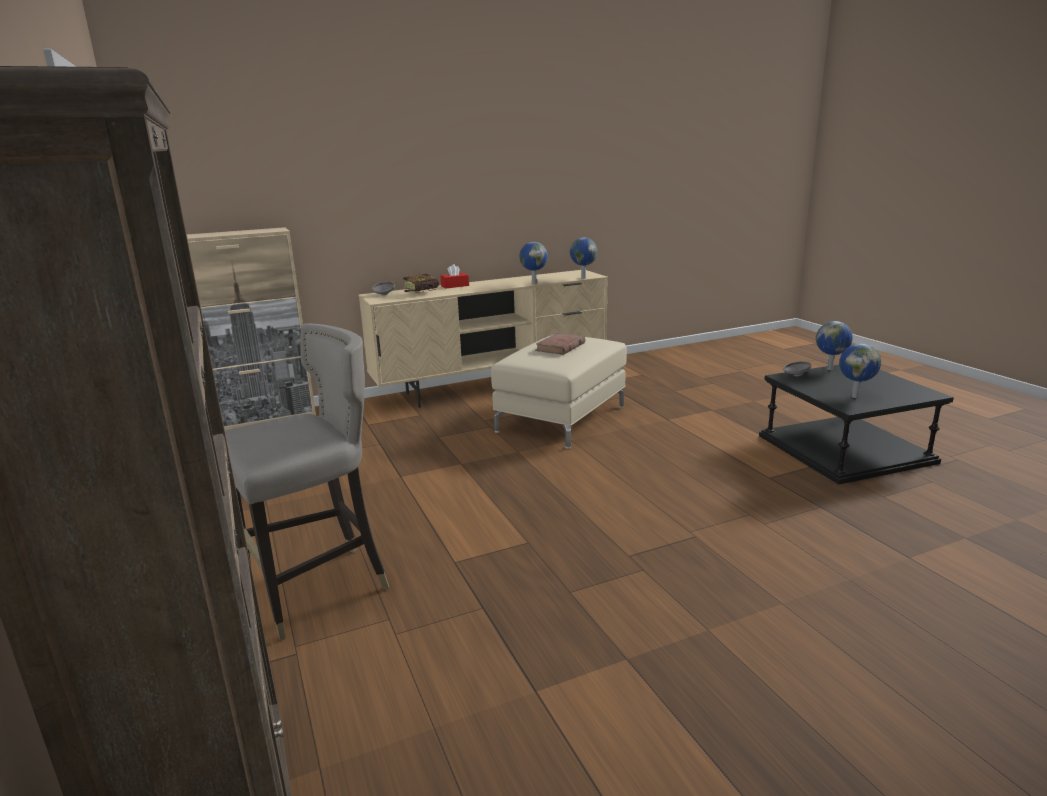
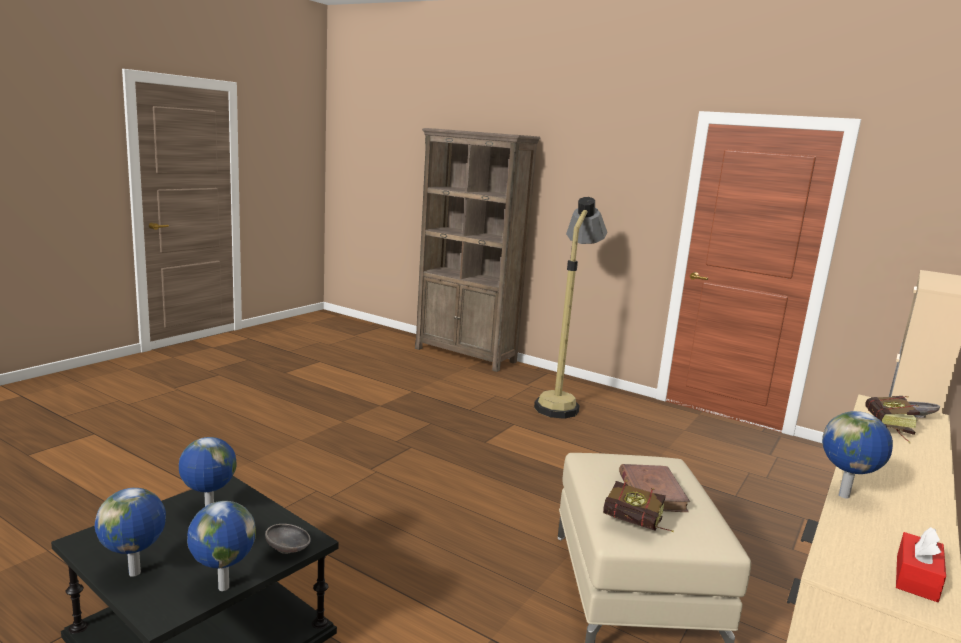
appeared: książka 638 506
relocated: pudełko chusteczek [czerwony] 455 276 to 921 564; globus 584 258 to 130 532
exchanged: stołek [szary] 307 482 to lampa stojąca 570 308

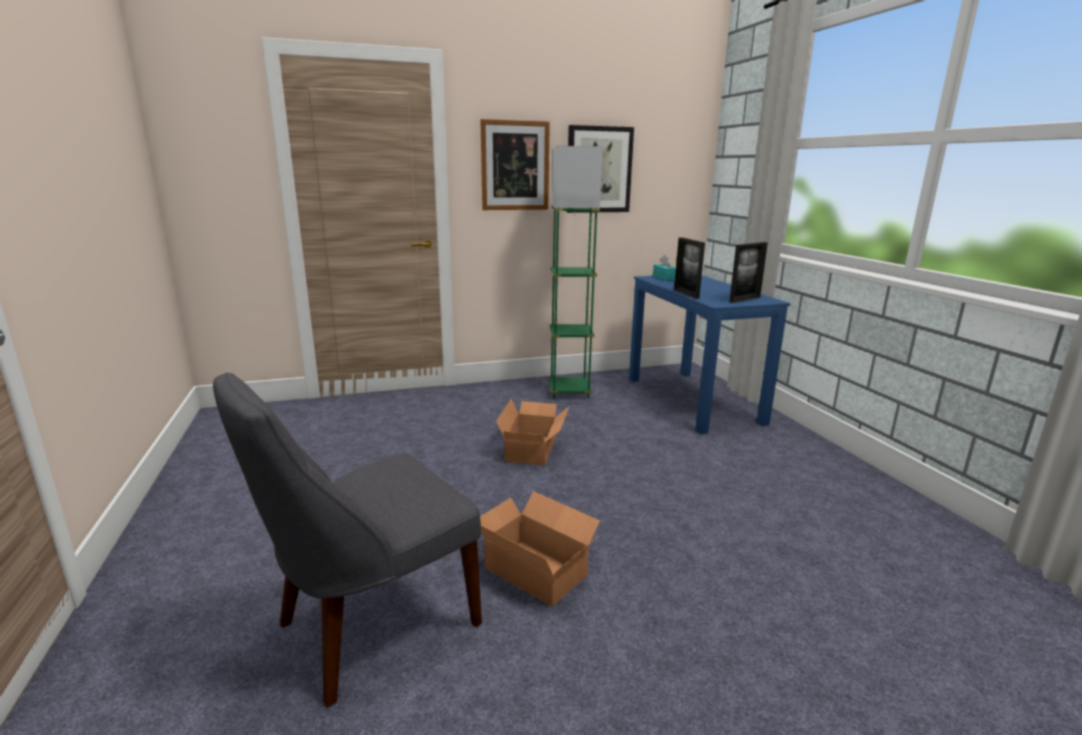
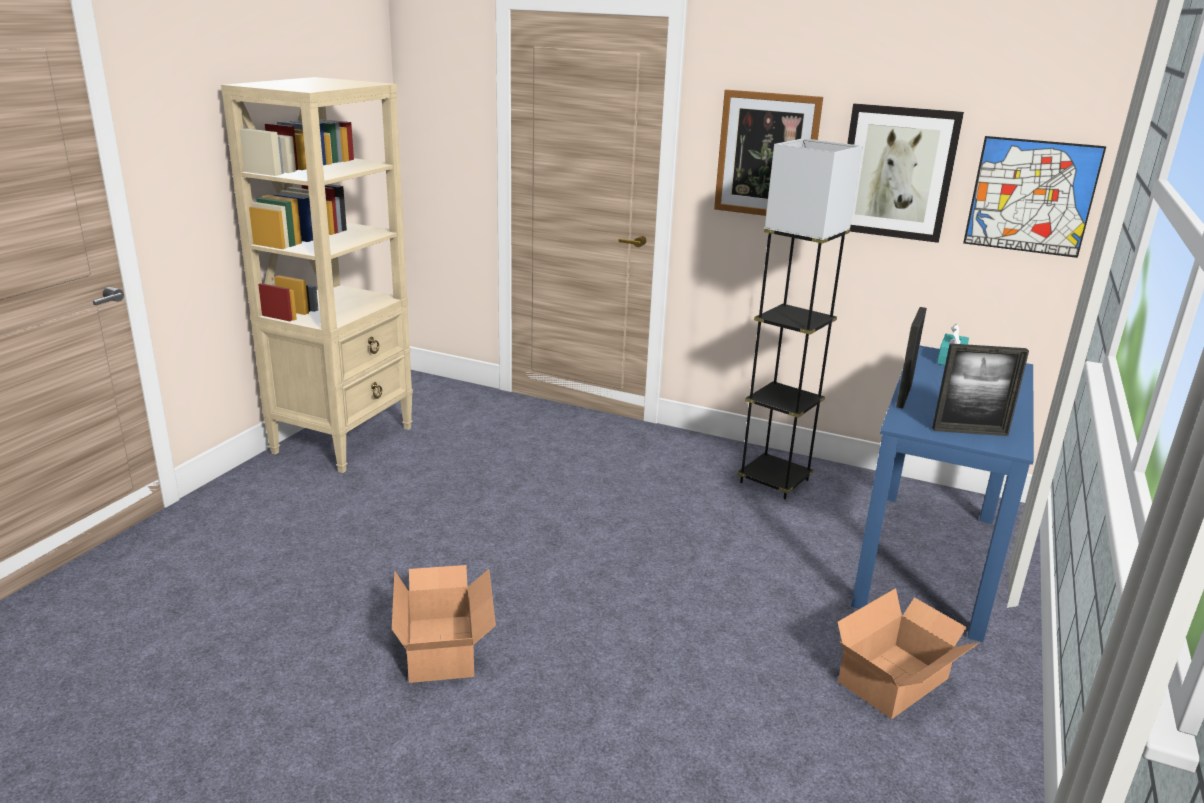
missing: krzesło [szary] 347 539
appeared: regał [beżowy] 317 275; obraz 1034 197
relocated: karton 532 432 to 908 653
colour: lampa stojąca [zielony] 576 272 to lampa stojąca [szary] 799 318

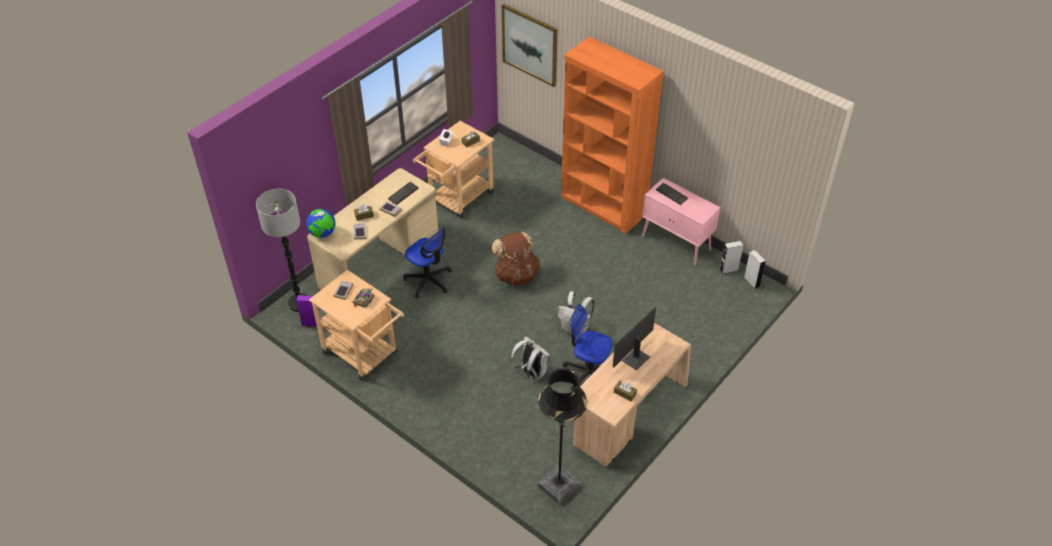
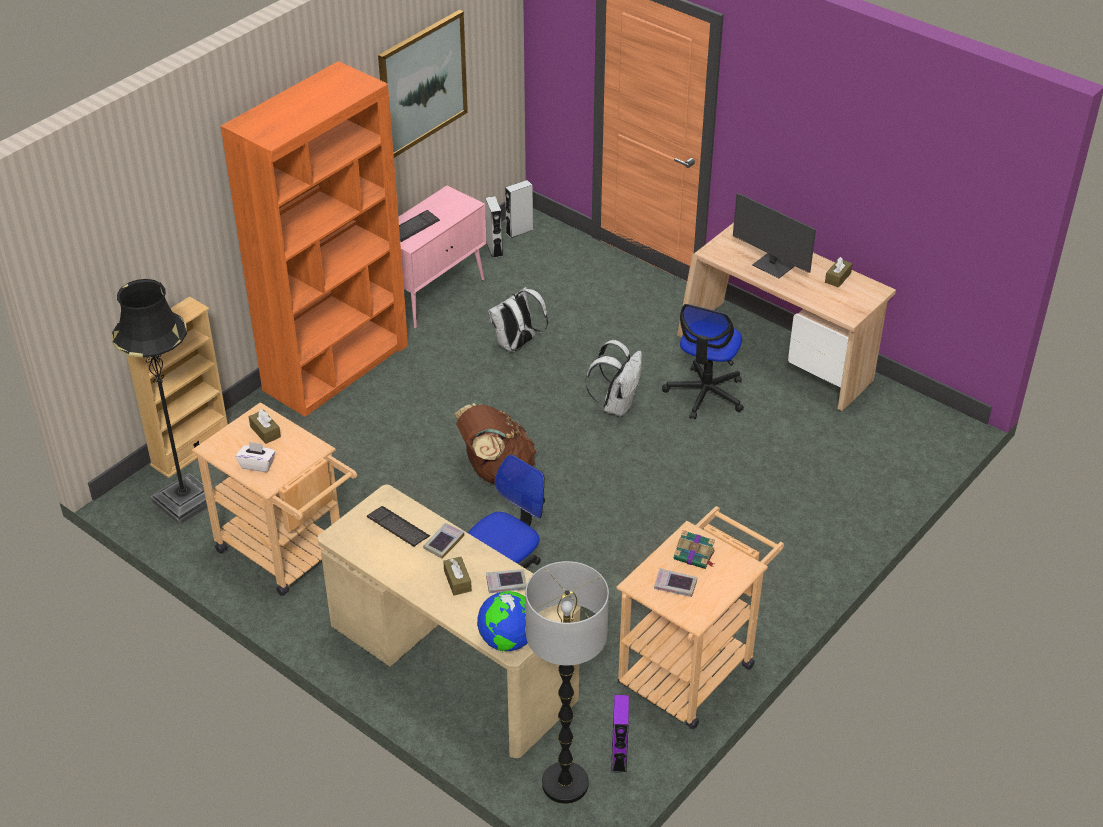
appeared: regał [beżowy] 177 387
relocated: obraz 529 45 to 423 84; plecak [biały] 531 358 to 518 319; lampa stojąca [czarny] 562 436 to 164 402

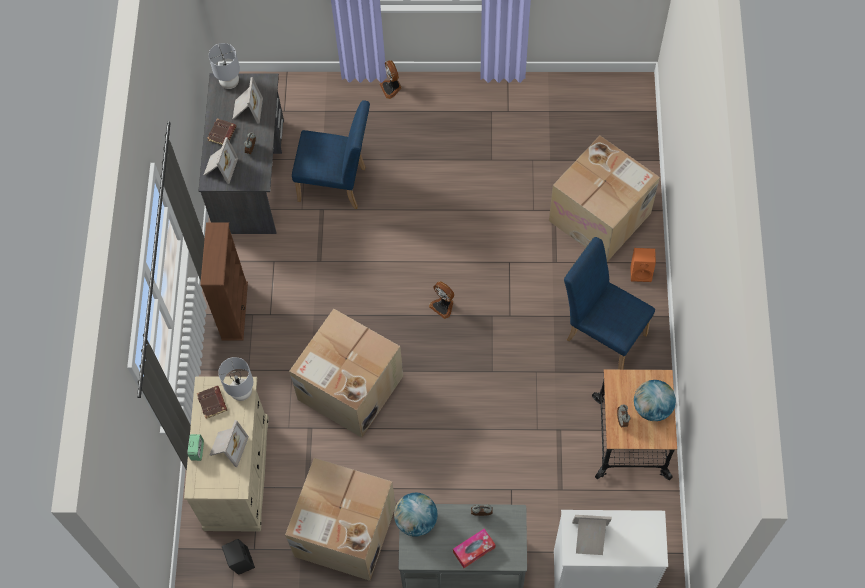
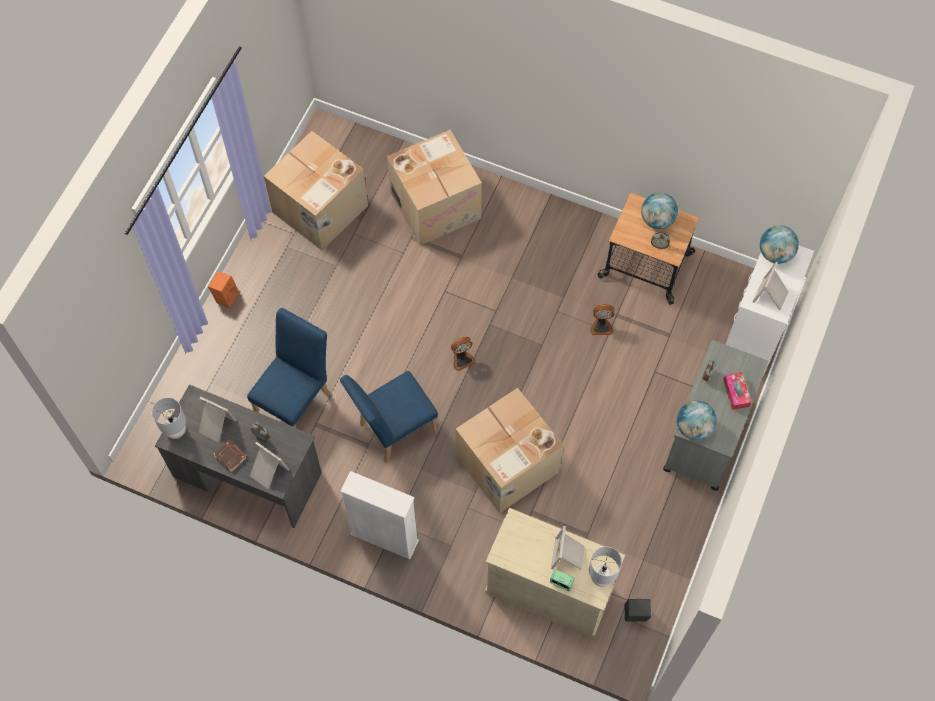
missing: książka [brązowy] 212 402
appeared: globus 779 244
relocated: lampa stołowa [szary] 235 379 to 605 566; karton 340 519 to 316 190; wentylator 391 79 to 602 319; krzesło [niebieski] 609 303 to 389 417; głośnik [pomarańczowy] 643 265 to 223 290
colour: regał [brązowy] 224 282 to regał [biały] 379 515
spun: ramka na zdjęcie 229 443 = 568 548 120 degrees counterclockwise

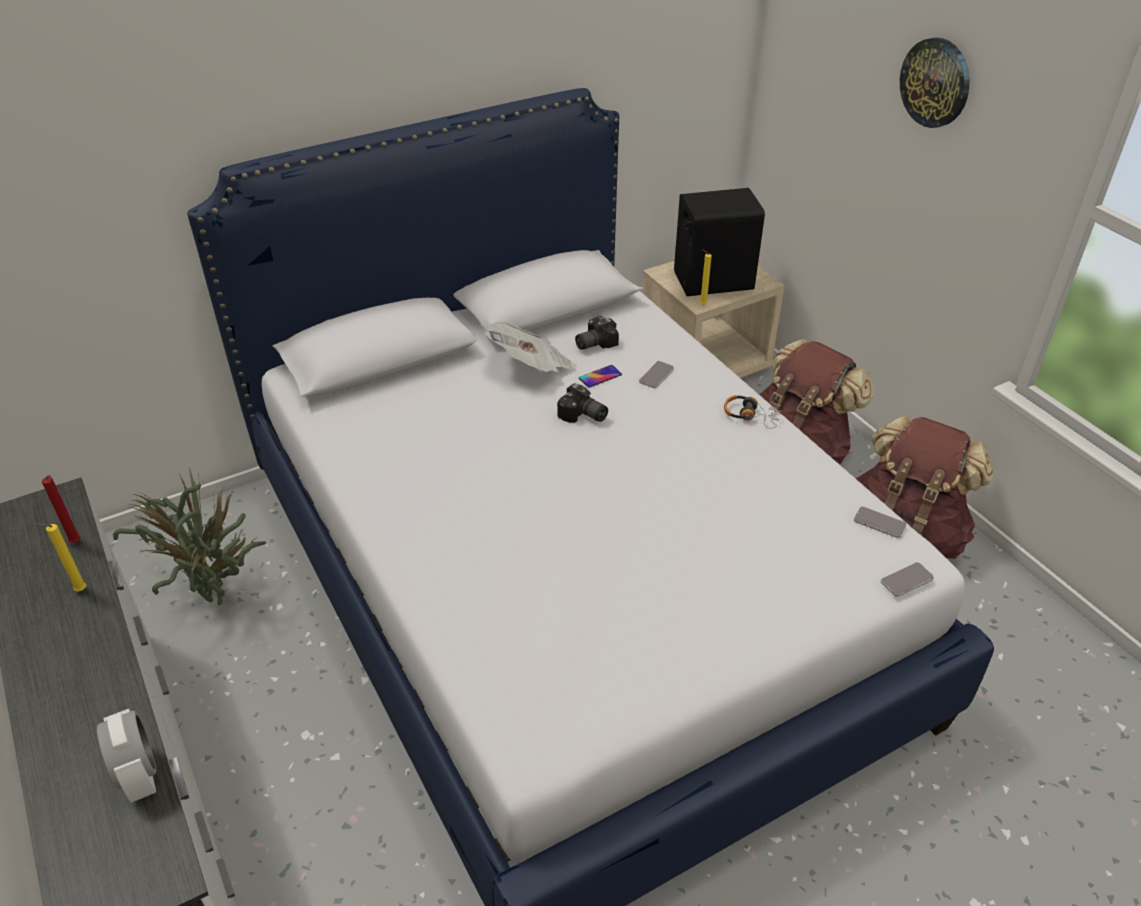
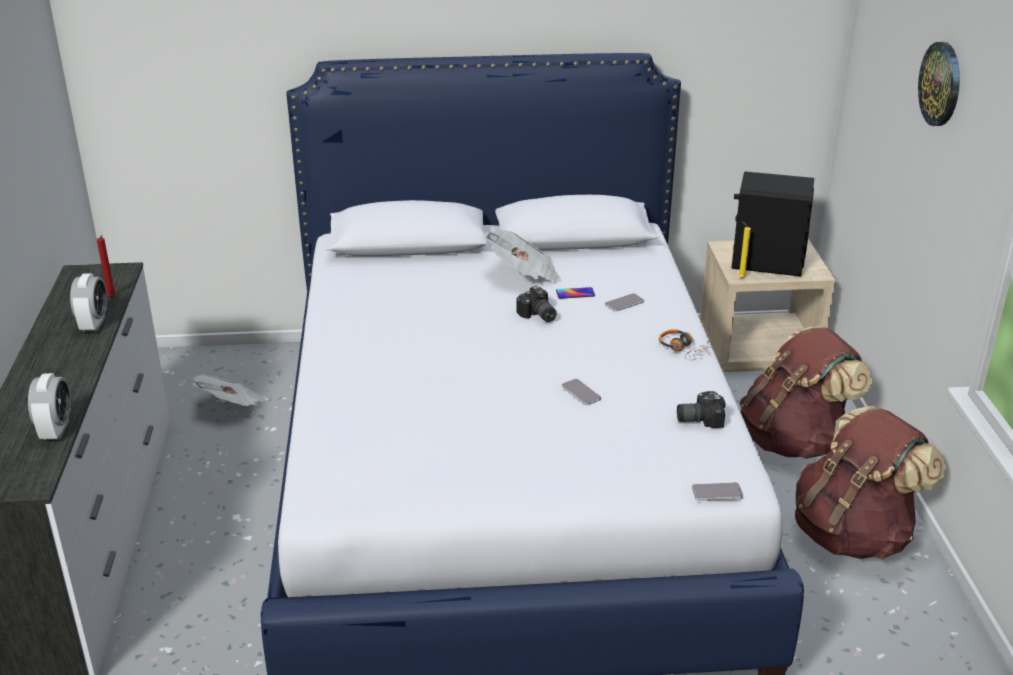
relocated: aparat fotograficzny 597 333 to 701 409; telefon 880 522 to 581 392
exchanged: świeca [żółty] 61 557 to budzik 88 302; roślina doniczkowa 189 536 to gazeta 231 390

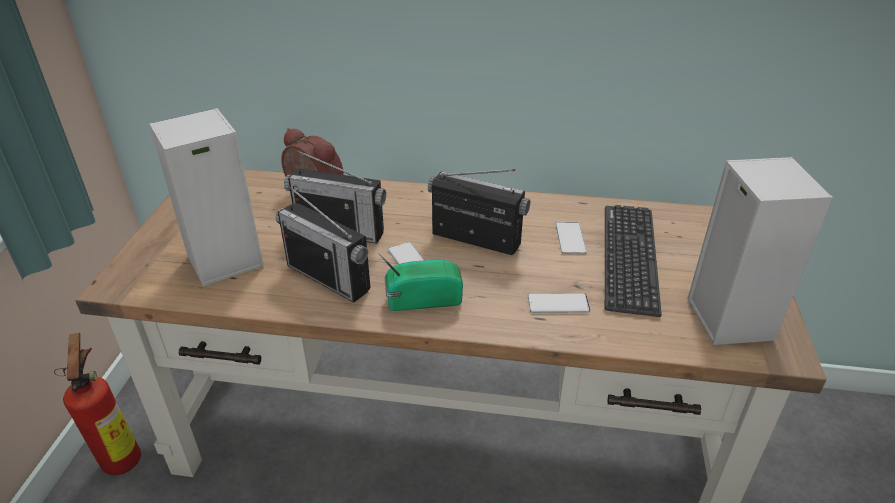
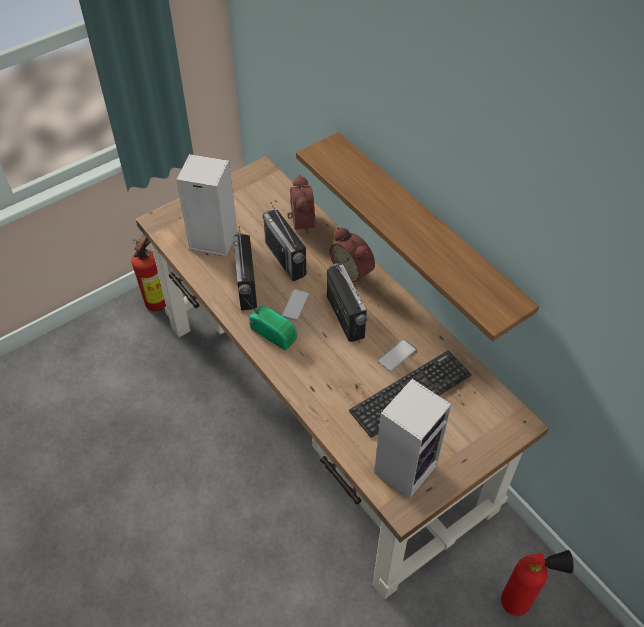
missing: telefon 559 303
appeared: półka 417 236; budzik 352 255; gaśnica 537 583

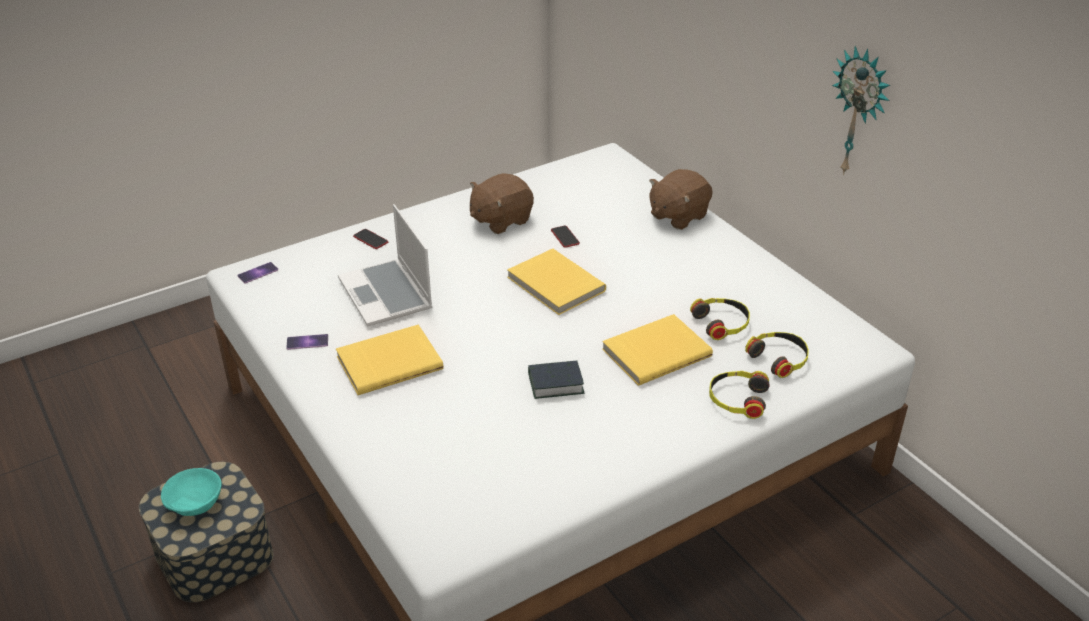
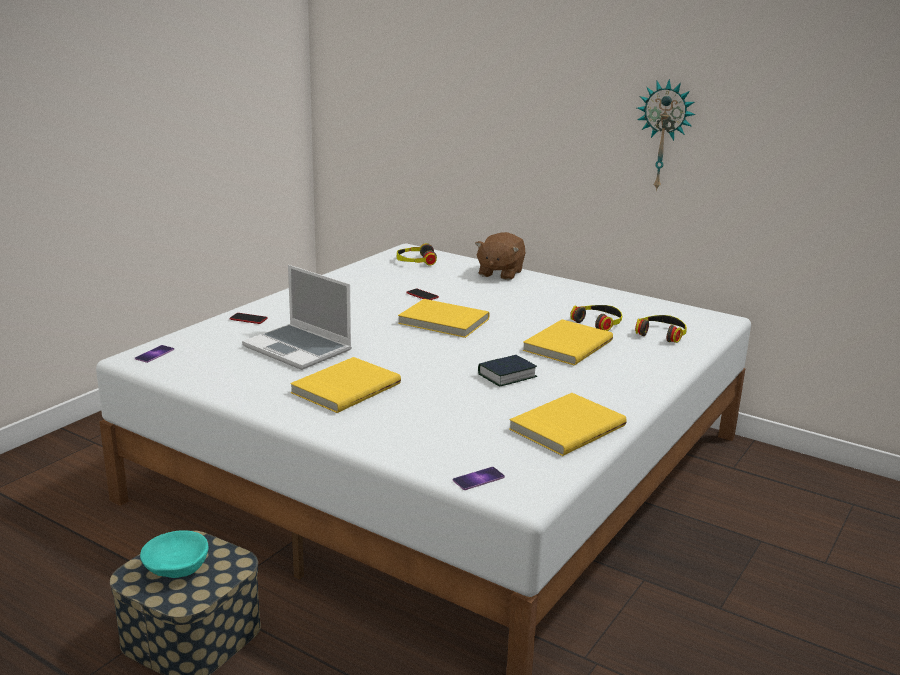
missing: pluszak [brązowy] 502 203
appeared: książka [żółty] 568 424
relocated: telefon 307 342 to 479 478; słuchawki 739 395 to 417 254

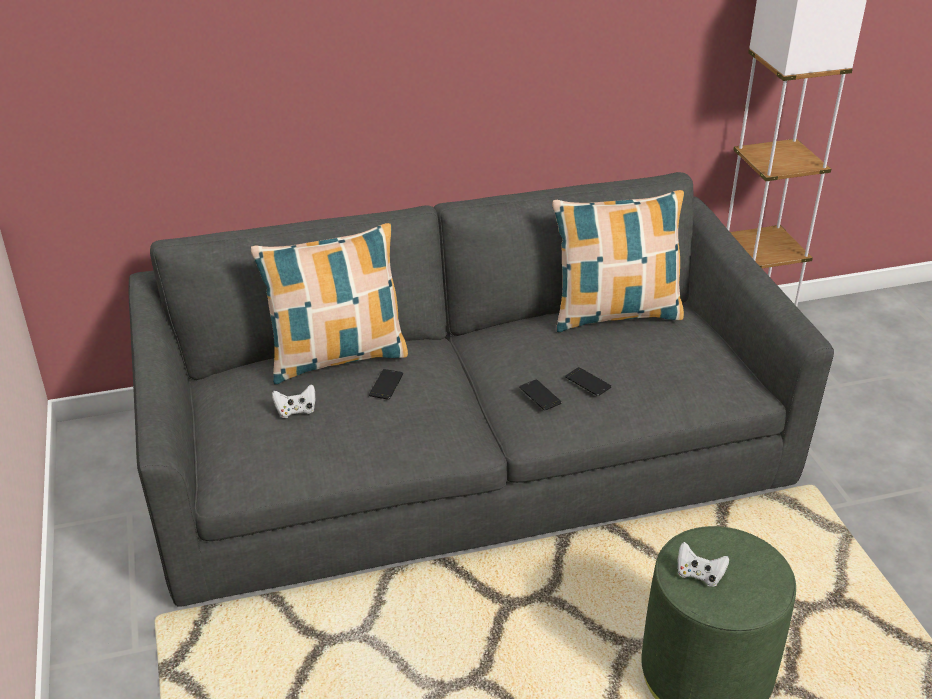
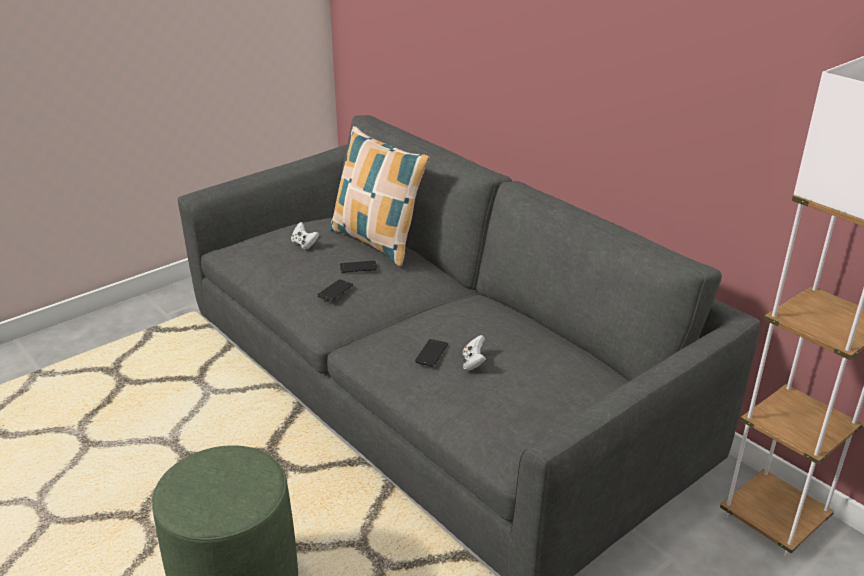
missing: poduszka 618 261
relocated: telefon 540 395 to 335 290; pad do gier [biały] 703 564 to 474 353

